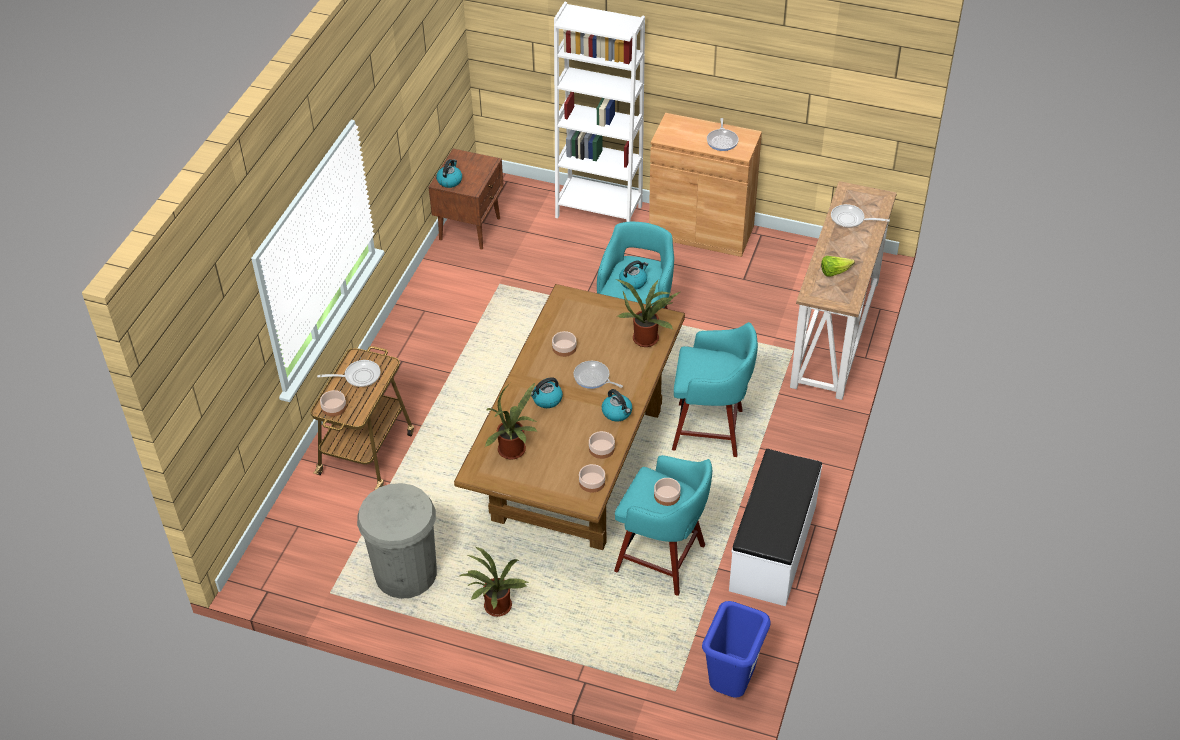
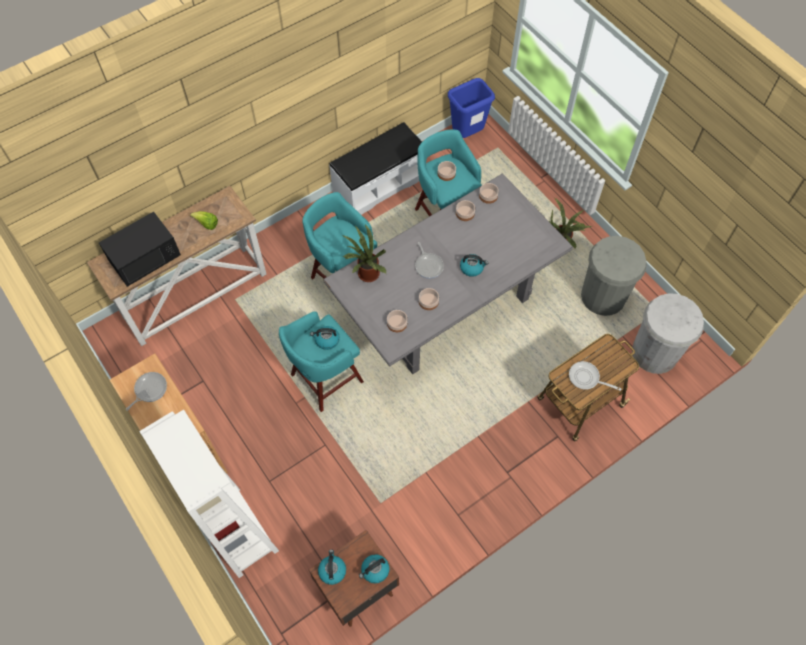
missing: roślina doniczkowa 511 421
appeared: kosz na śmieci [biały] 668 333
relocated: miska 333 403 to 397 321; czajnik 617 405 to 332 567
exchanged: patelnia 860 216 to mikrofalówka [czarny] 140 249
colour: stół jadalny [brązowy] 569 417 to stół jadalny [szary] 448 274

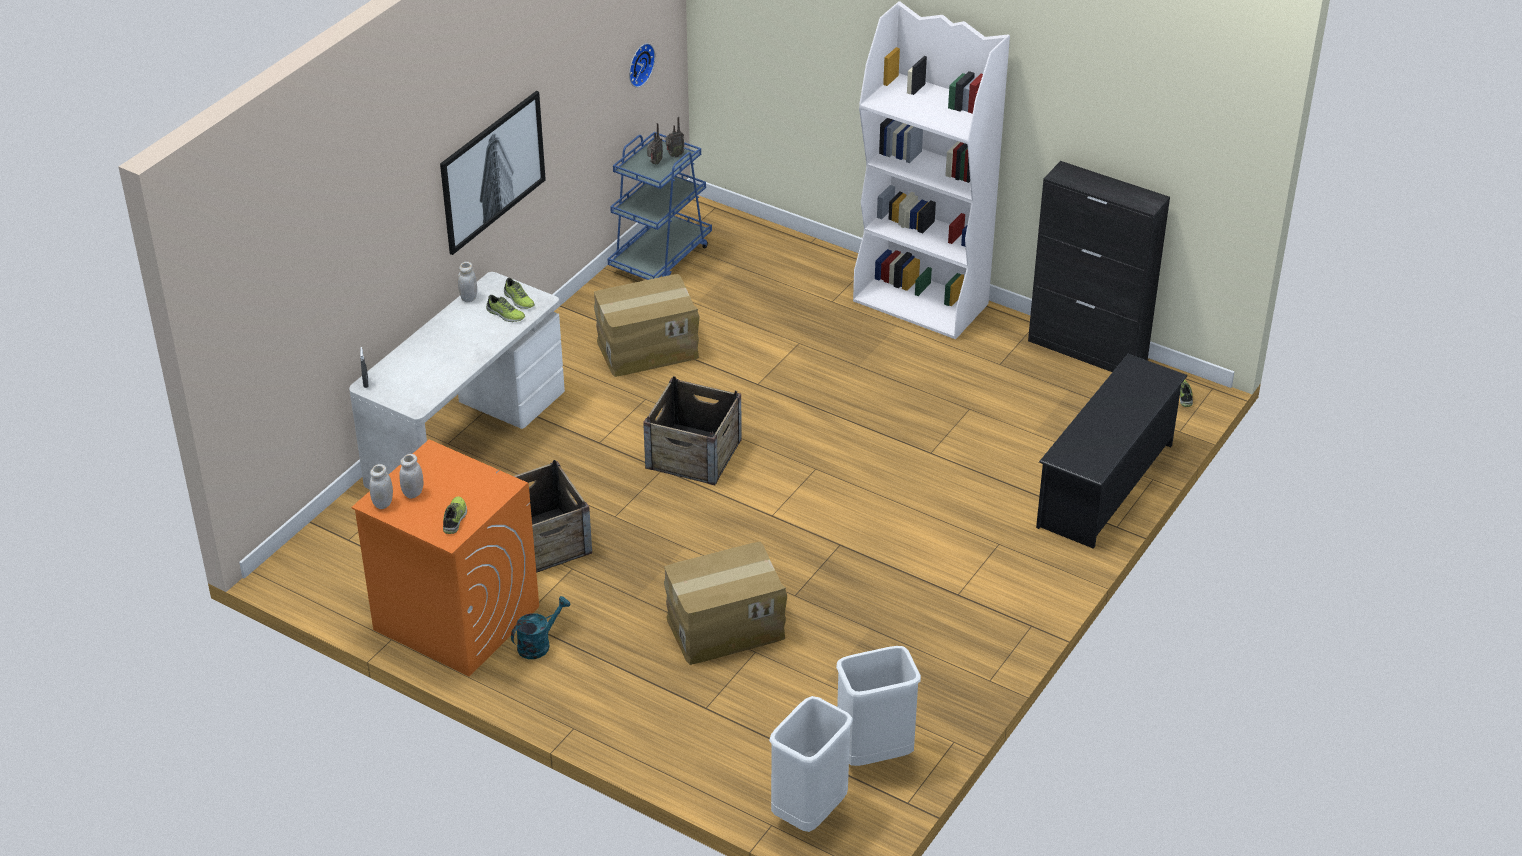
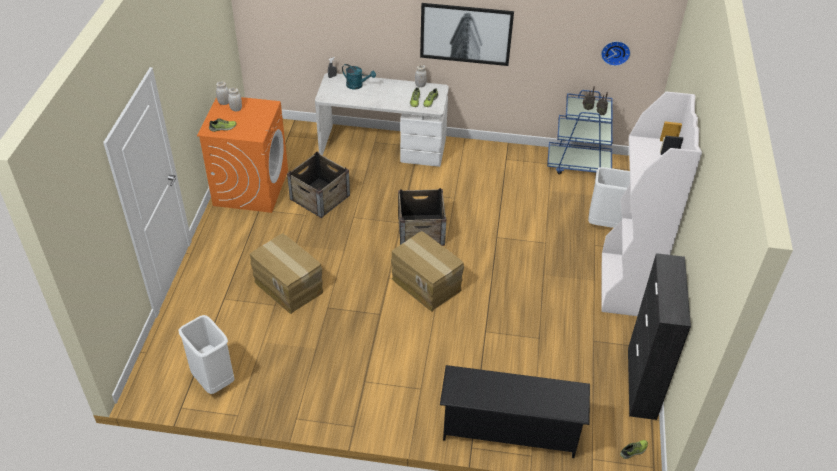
relocated: konewka [turkusowy] 541 627 to 359 77; karton 646 325 to 427 271; kosz na śmieci [biały] 811 764 to 609 197

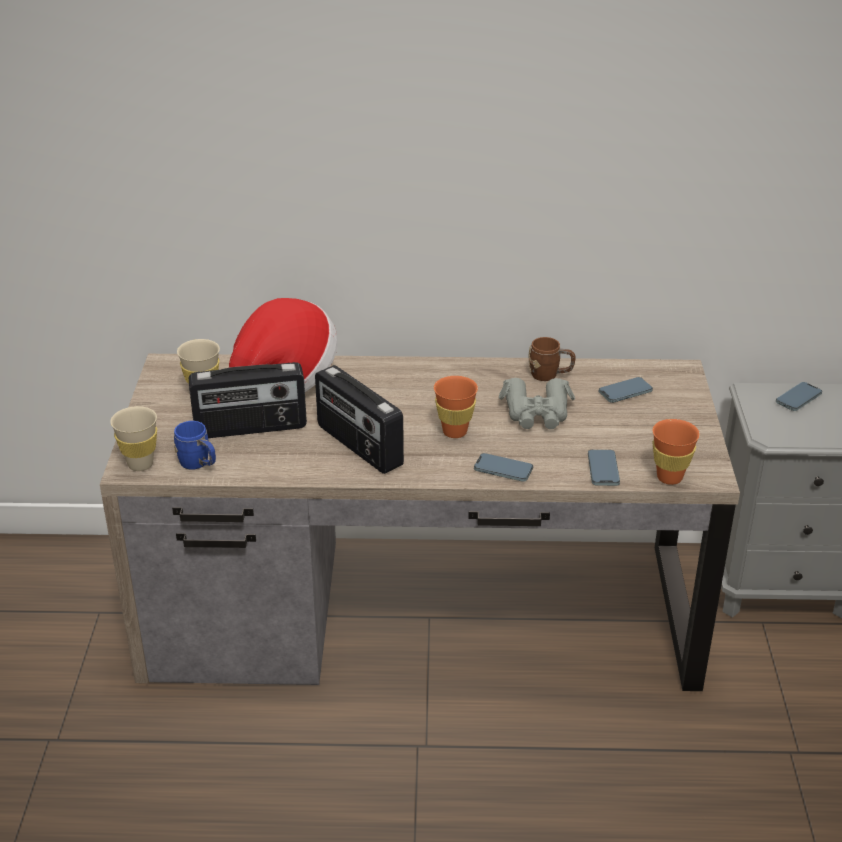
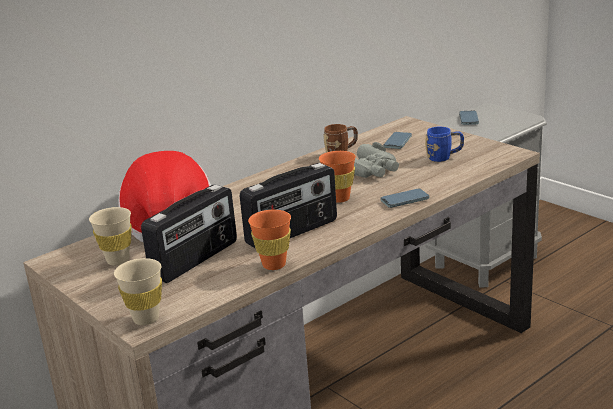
missing: telefon 604 468
relocated: kubek [niebieski] 195 445 to 444 144; filiżanka [pomarańczowy] 676 452 to 269 240
spun: radio 359 419 = 288 206 45 degrees counterclockwise

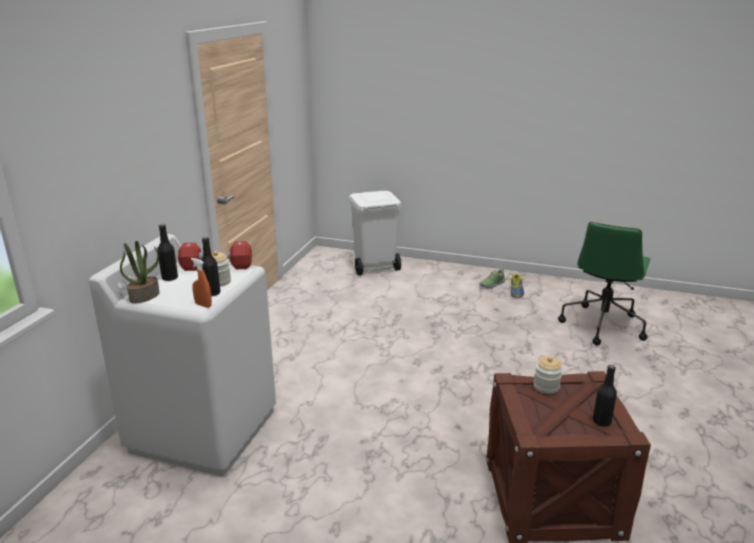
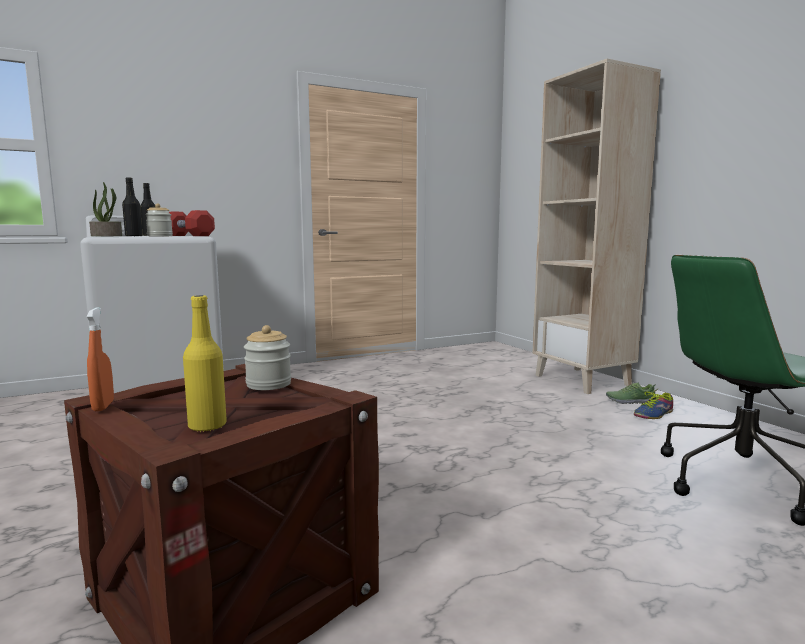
missing: kosz na śmieci [biały] 375 233
appeared: regał [beżowy] 596 226
relocated: spryskiwacz [pomarańczowy] 201 283 to 100 359
colour: butelka [czarny] 605 396 to butelka [żółty] 205 363

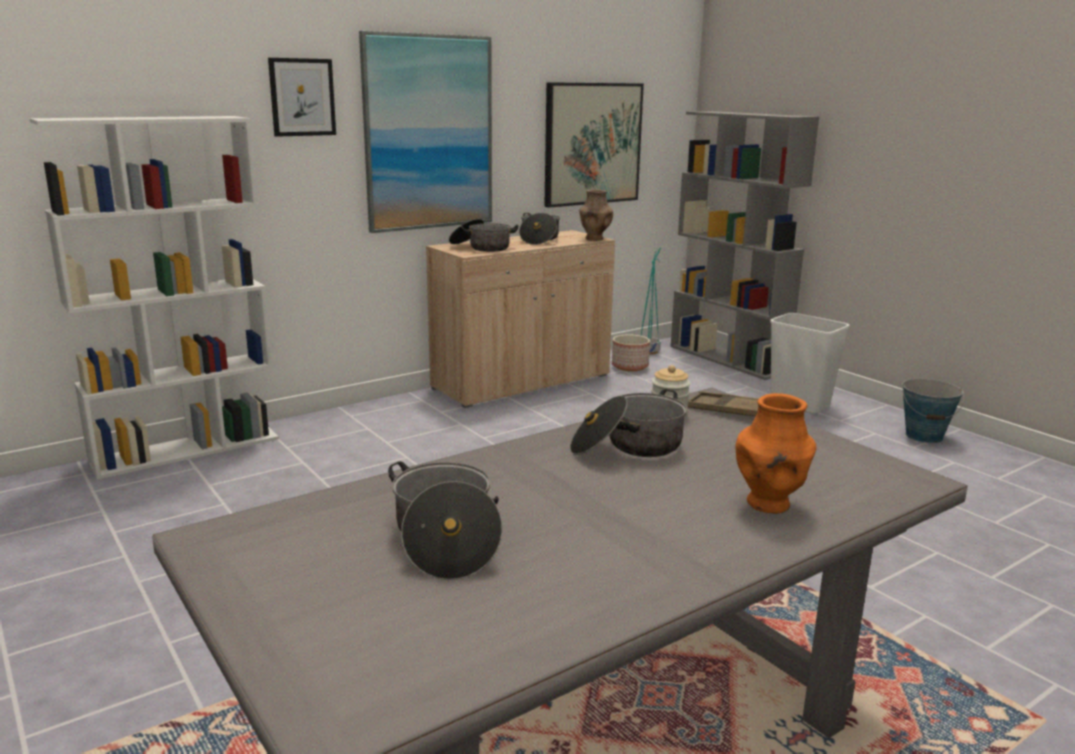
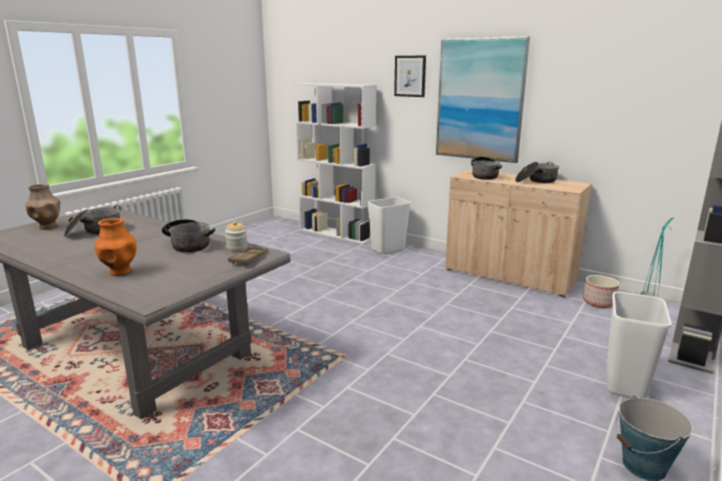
missing: obraz 594 145
appeared: kosz na śmieci [biały] 389 225
relocated: wazon [brązowy] 596 215 to 42 206

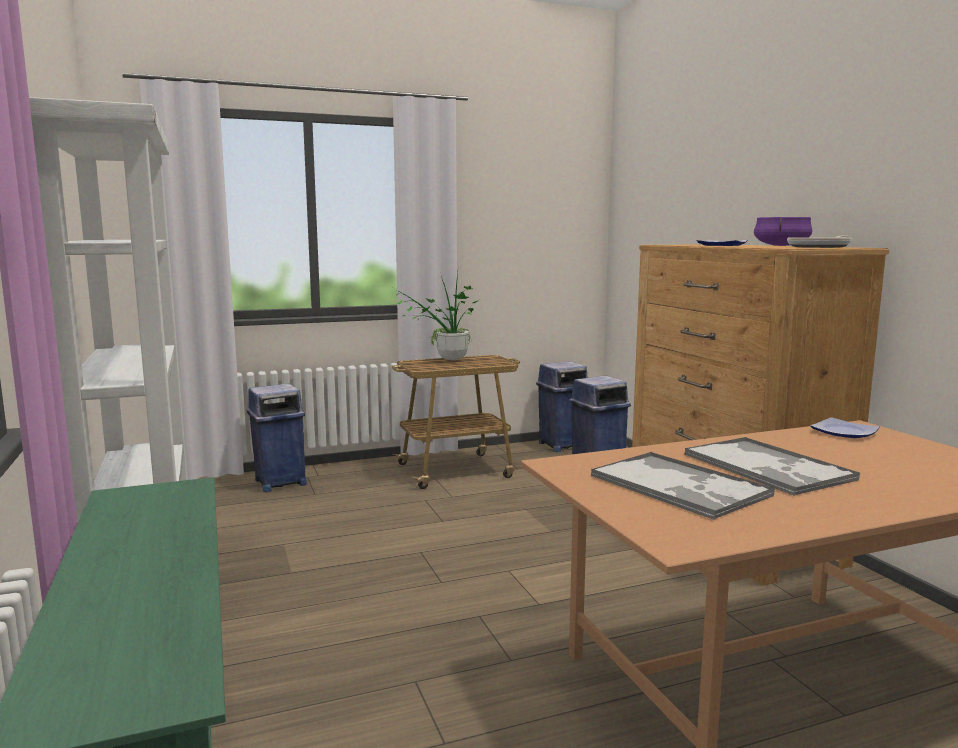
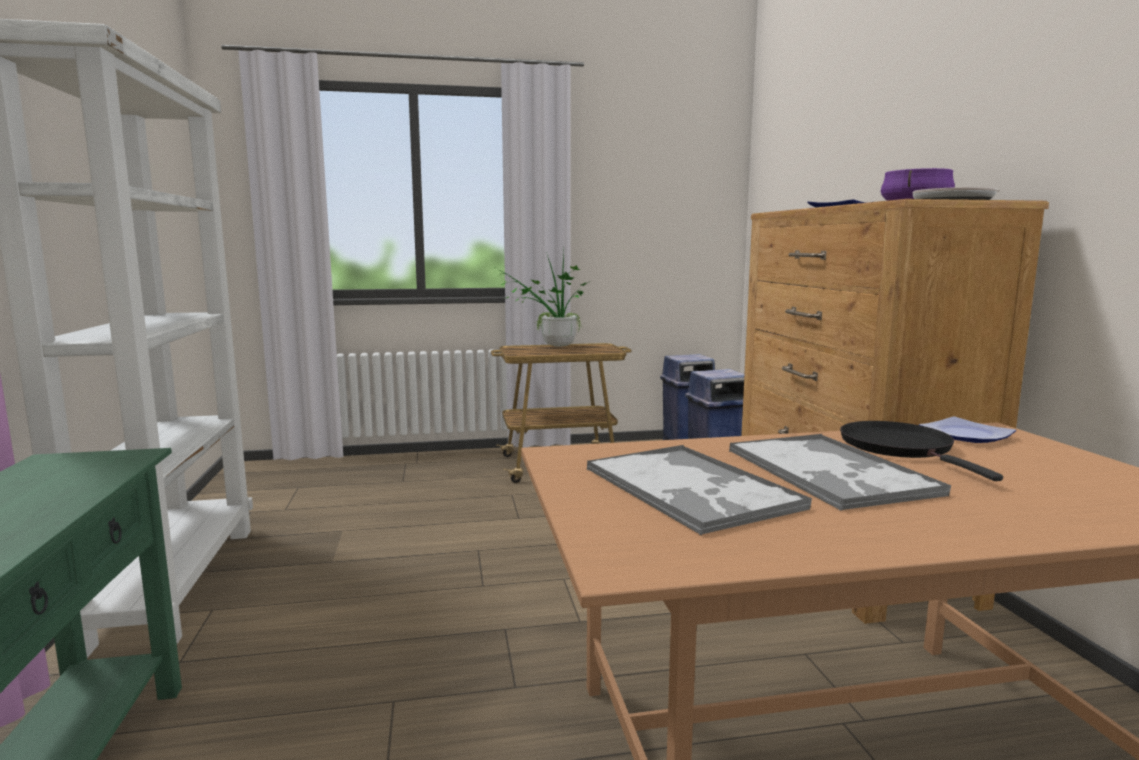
missing: kosz na śmieci [niebieski] 277 437
appeared: patelnia [czarny] 921 451

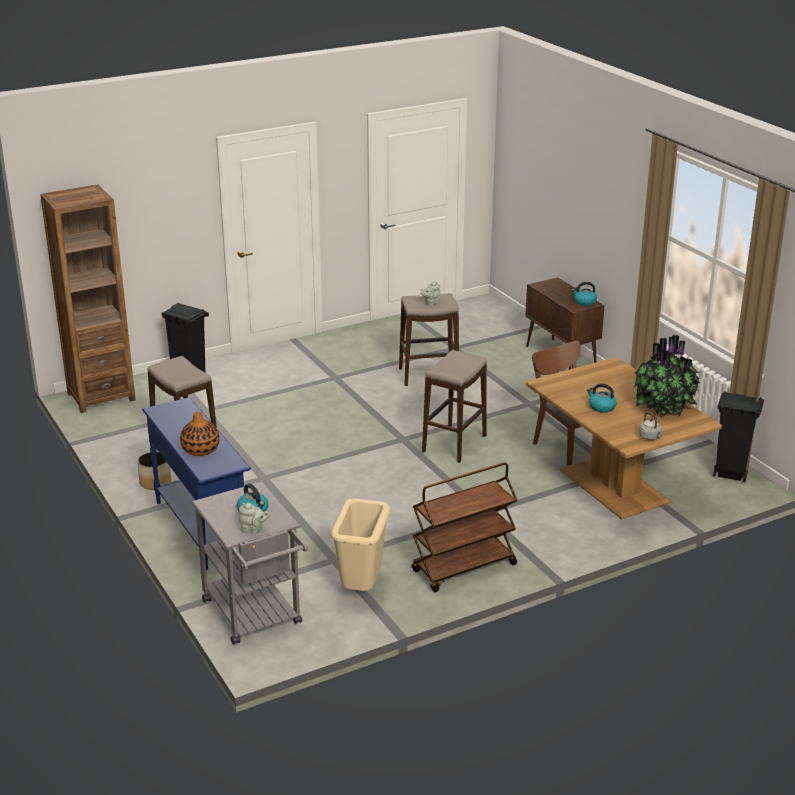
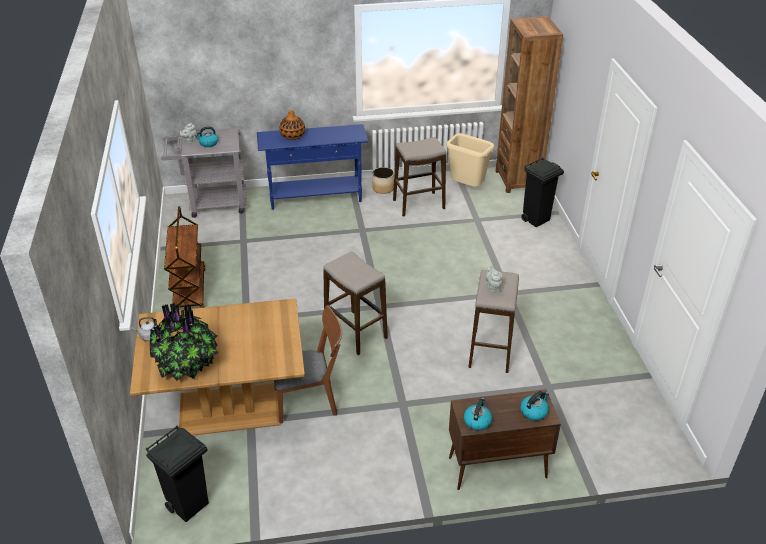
relocated: kosz na śmieci [beżowy] 360 544 to 470 160; czajnik 601 398 to 534 406

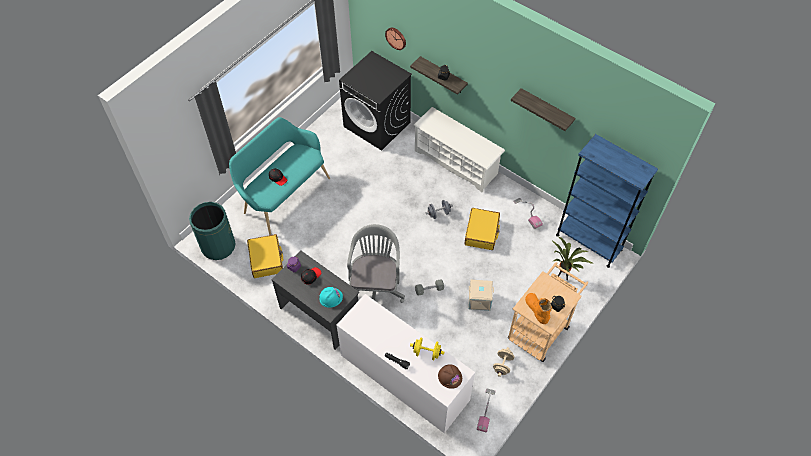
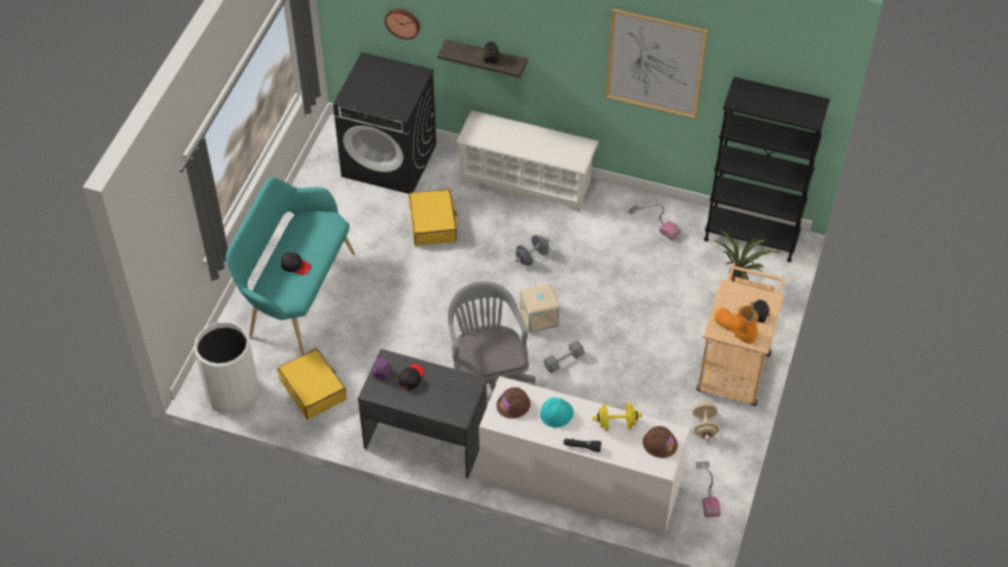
appeared: kask [brązowy] 513 403
relocated: kask [turkusowy] 331 297 to 557 412; walizka [żółty] 482 229 to 433 217; pojemnik do przechowywania [beżowy] 481 295 to 540 308
exchanged: półka 543 109 to obraz 656 63
colour: kosz na śmieci [zielony] 212 231 to kosz na śmieci [biały] 226 367; regał [niebieski] 607 201 to regał [czarny] 767 169

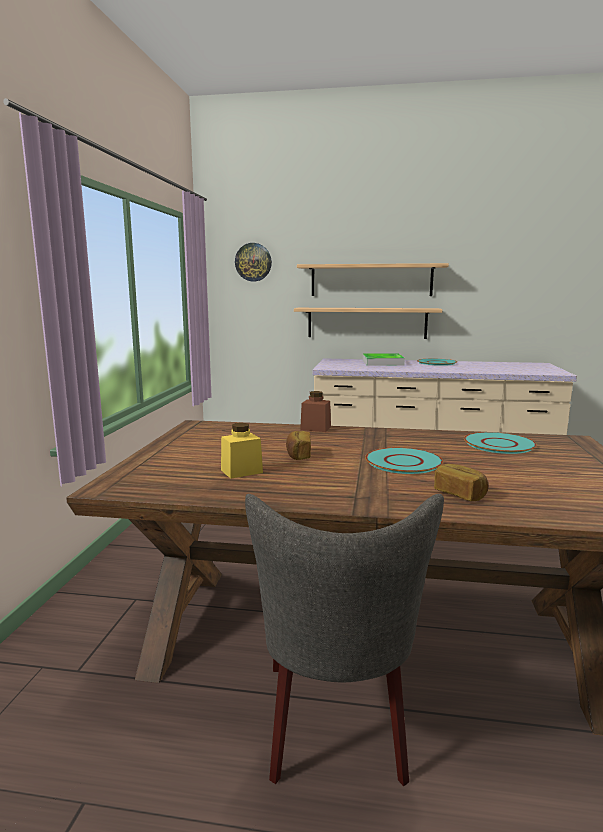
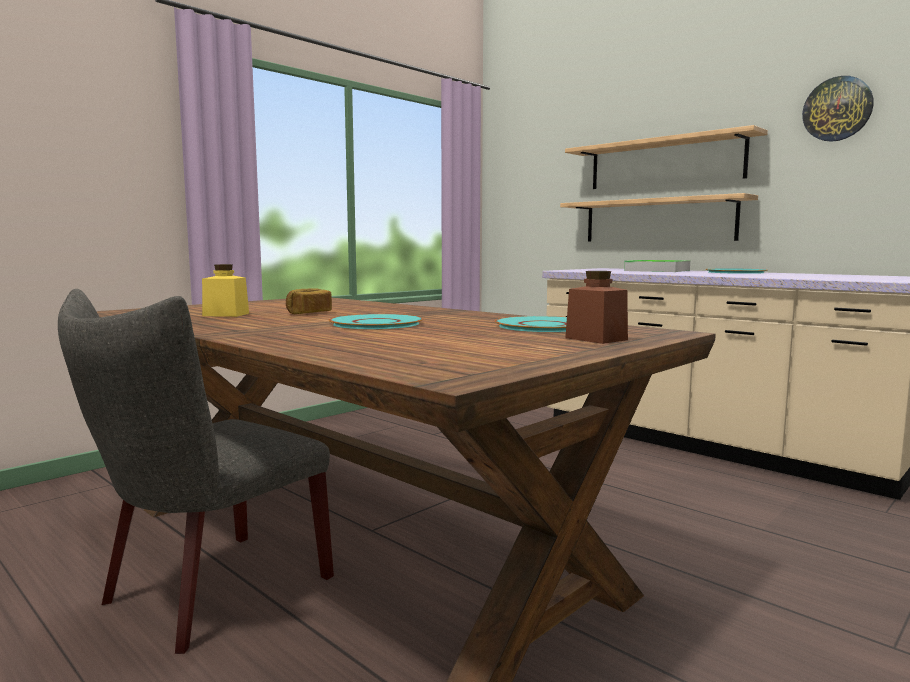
missing: chleb 461 482
relocated: zegar ścienny 253 262 to 838 109; słoik [brązowy] 315 411 to 596 307

